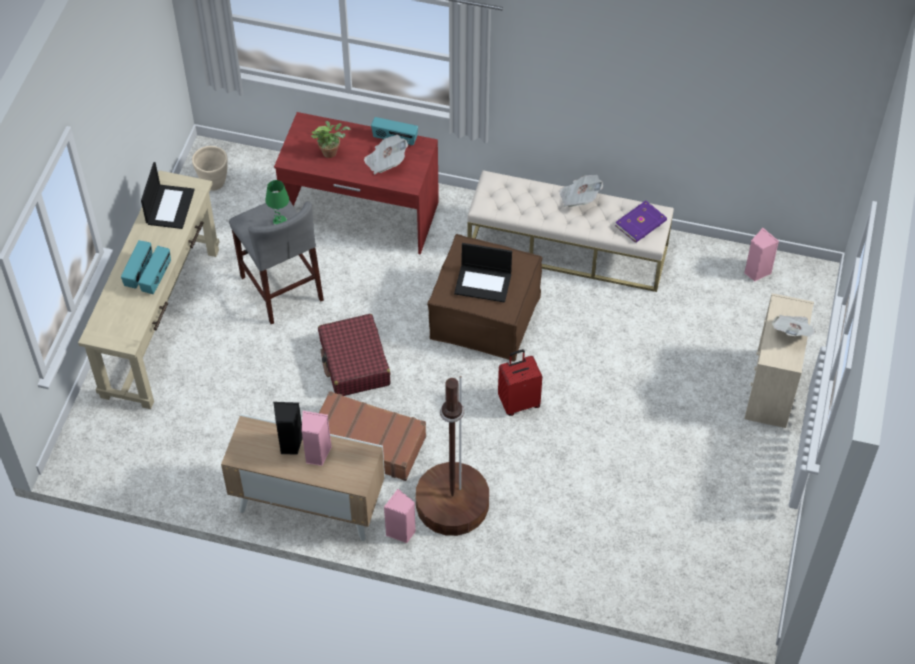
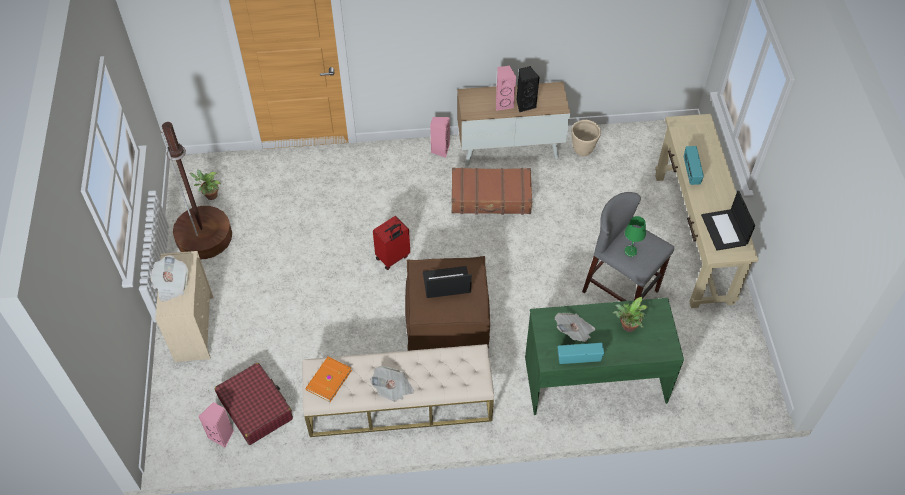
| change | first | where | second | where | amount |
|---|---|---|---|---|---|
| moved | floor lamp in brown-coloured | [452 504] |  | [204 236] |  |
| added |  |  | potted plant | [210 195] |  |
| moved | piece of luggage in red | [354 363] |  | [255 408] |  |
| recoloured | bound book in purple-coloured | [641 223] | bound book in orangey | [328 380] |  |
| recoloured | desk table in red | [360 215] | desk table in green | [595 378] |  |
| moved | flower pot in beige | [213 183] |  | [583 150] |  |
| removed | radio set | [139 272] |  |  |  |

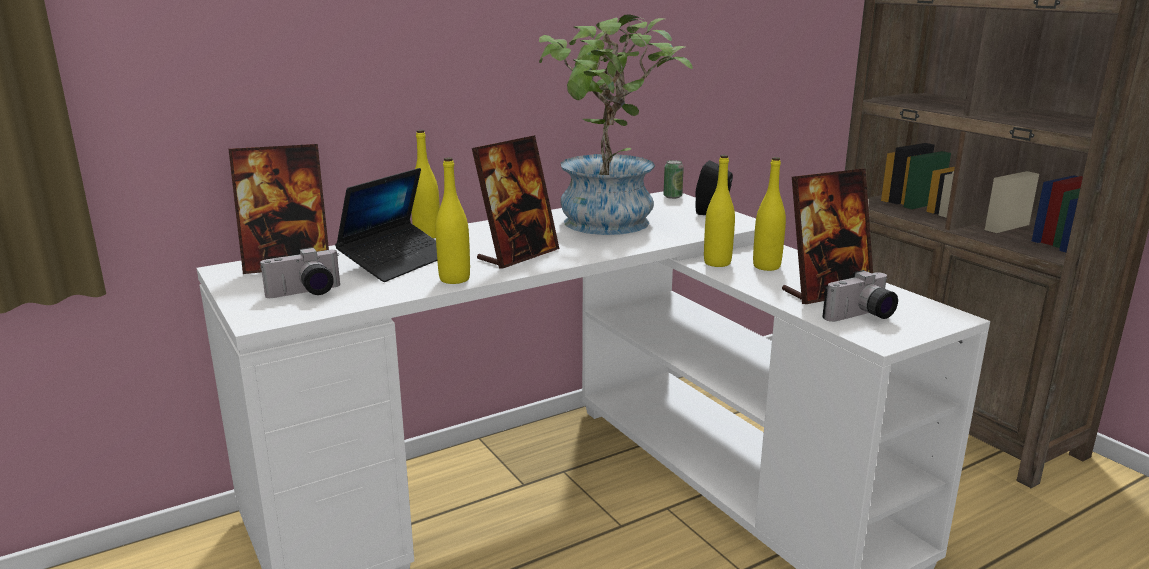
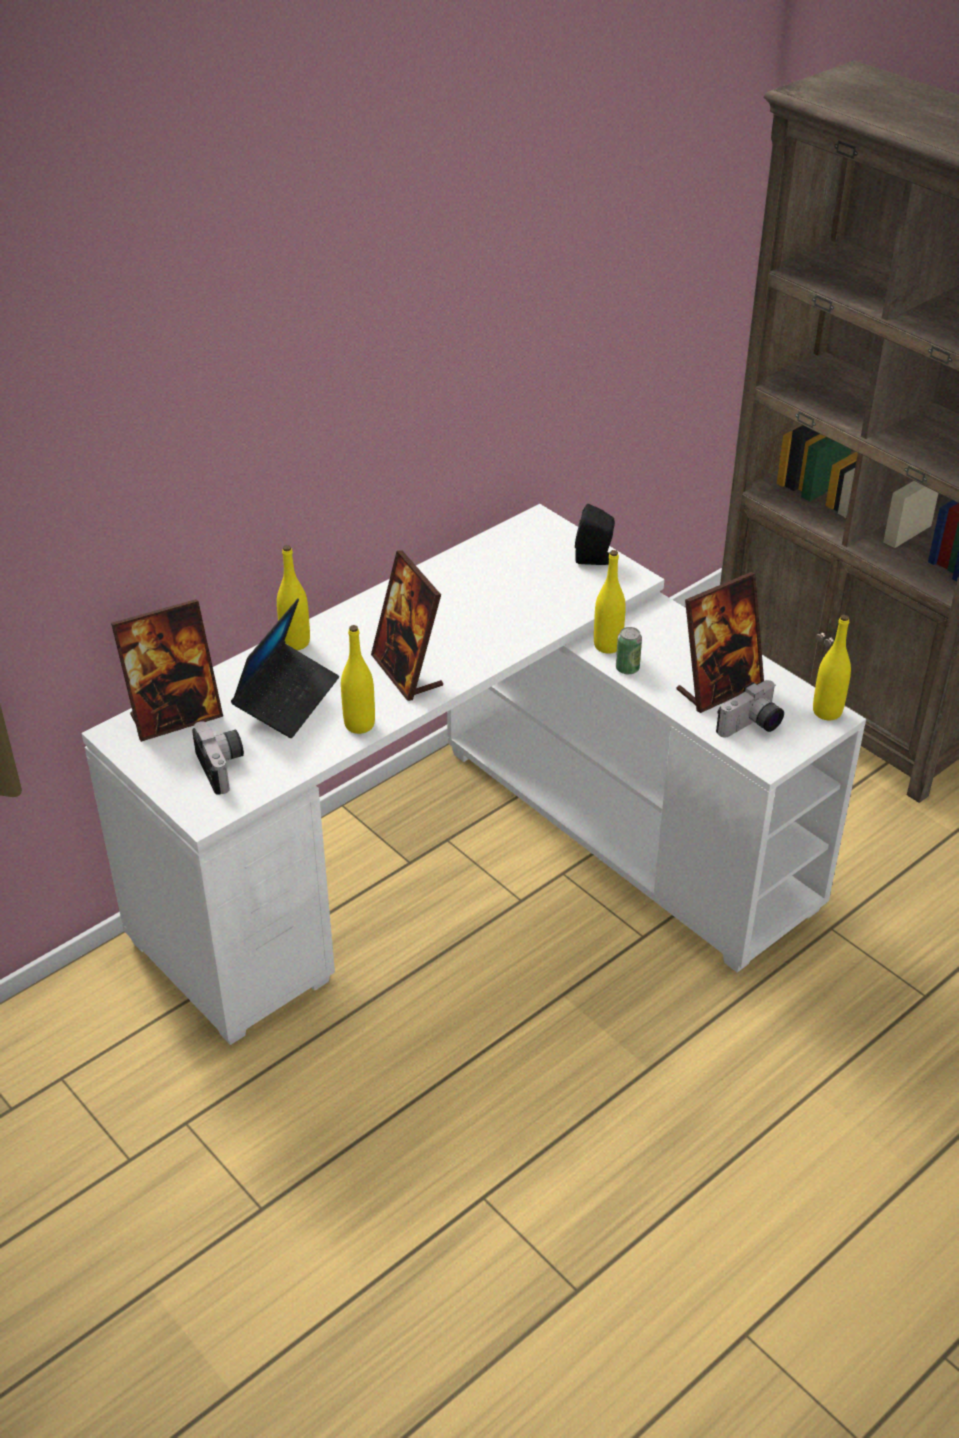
| change | first | where | second | where | amount |
|---|---|---|---|---|---|
| turned | photo camera | [306 293] |  | [224 767] | 75 degrees counterclockwise |
| turned | standing frame | [518 255] |  | [407 672] | 120 degrees clockwise |
| moved | metal can | [672 196] |  | [627 668] |  |
| moved | beverage bottle in yellow | [766 266] |  | [827 712] |  |
| removed | potted plant | [608 226] |  |  |  |

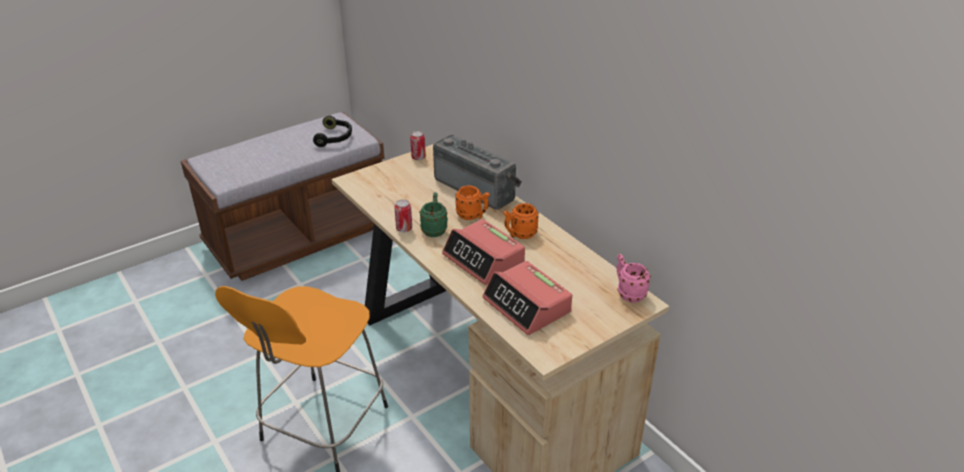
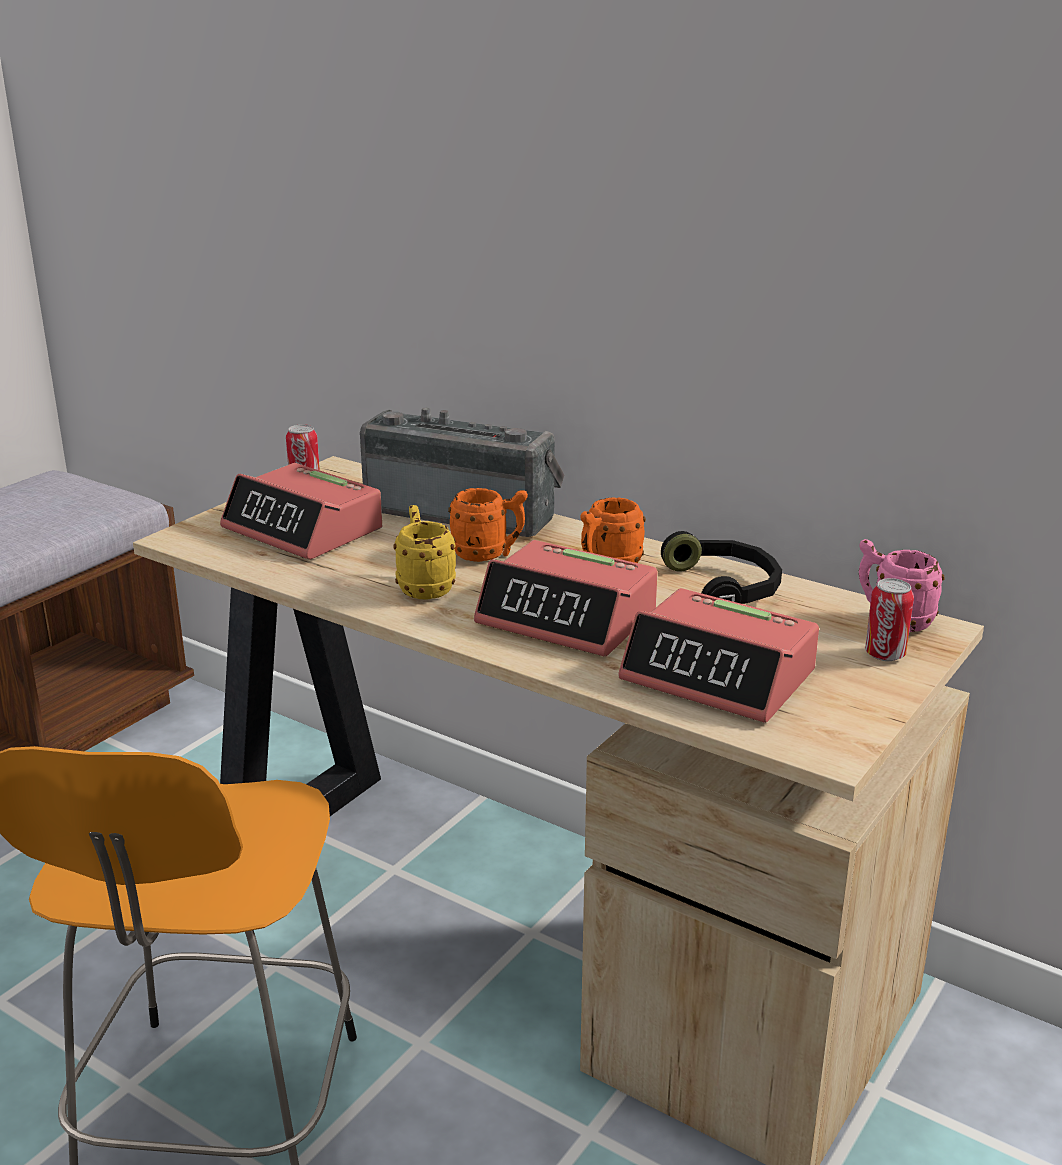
| change | first | where | second | where | amount |
|---|---|---|---|---|---|
| added |  |  | bedside clock | [303 529] |  |
| recoloured | tea mug in green | [434 229] | tea mug in yellow | [424 586] |  |
| moved | headphones in black-coloured | [335 137] |  | [726 589] |  |
| moved | metal can | [404 229] |  | [885 654] |  |

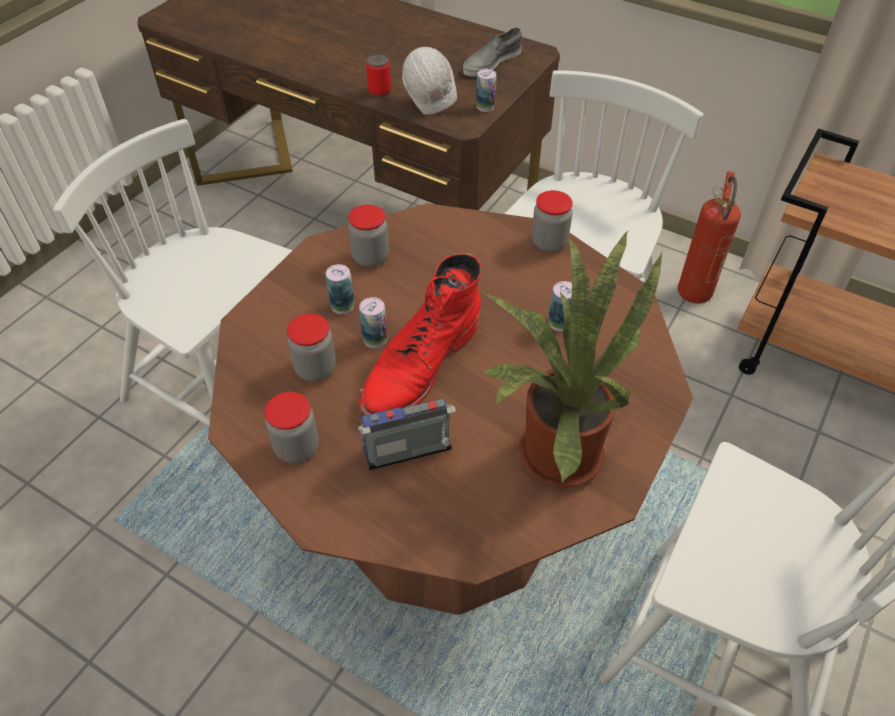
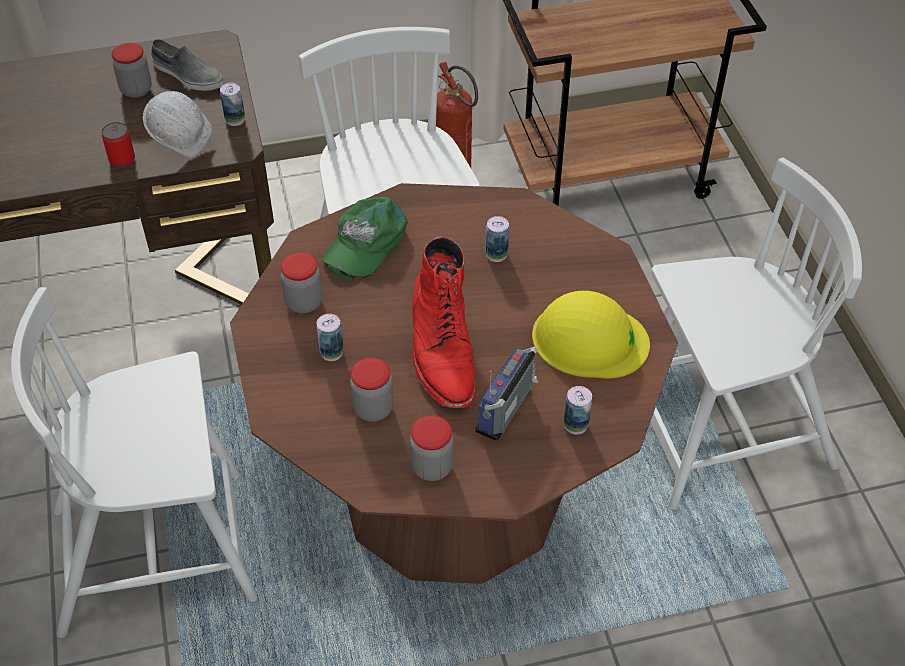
| change | first | where | second | where | amount |
|---|---|---|---|---|---|
| moved | jar | [549 243] |  | [136 90] |  |
| turned | item of footwear in gray | [491 62] |  | [188 75] | 60 degrees counterclockwise |
| added |  |  | cap in green | [365 242] |  |
| replaced | potted plant | [552 450] | hard hat in yellow | [589 339] |  |
| moved | metal can | [375 339] |  | [575 425] |  |

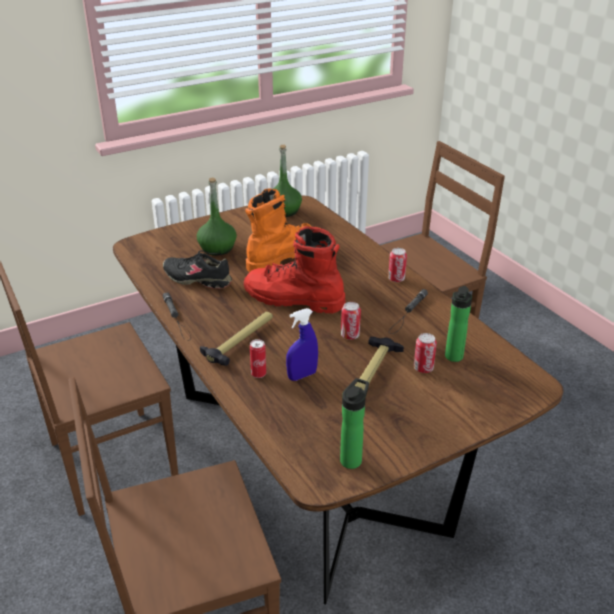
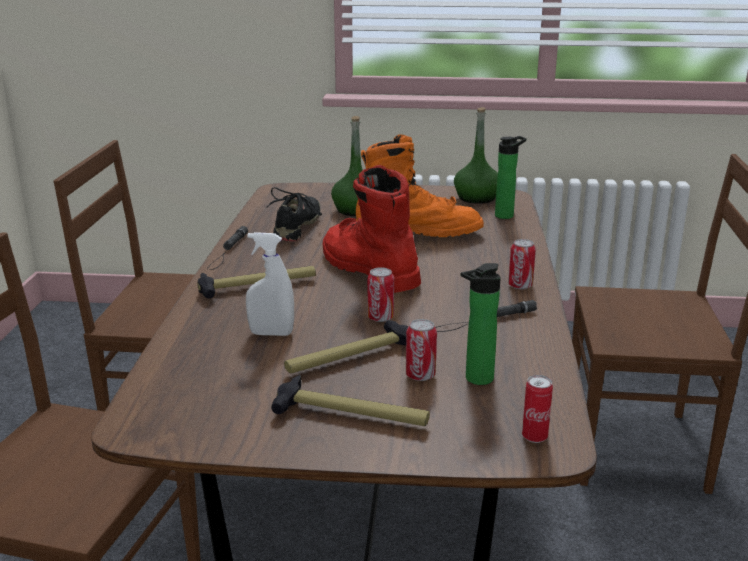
| change | first | where | second | where | amount |
|---|---|---|---|---|---|
| recoloured | hand sprayer in bluish | [302 375] | hand sprayer in white | [271 333] |  |
| turned | item of footwear in black-coloured | [198 279] |  | [297 228] | 45 degrees clockwise |
| added |  |  | tool hammer | [352 414] |  |
| moved | beverage bottle | [352 459] |  | [506 215] |  |
| moved | metal can | [258 374] |  | [534 437] |  |

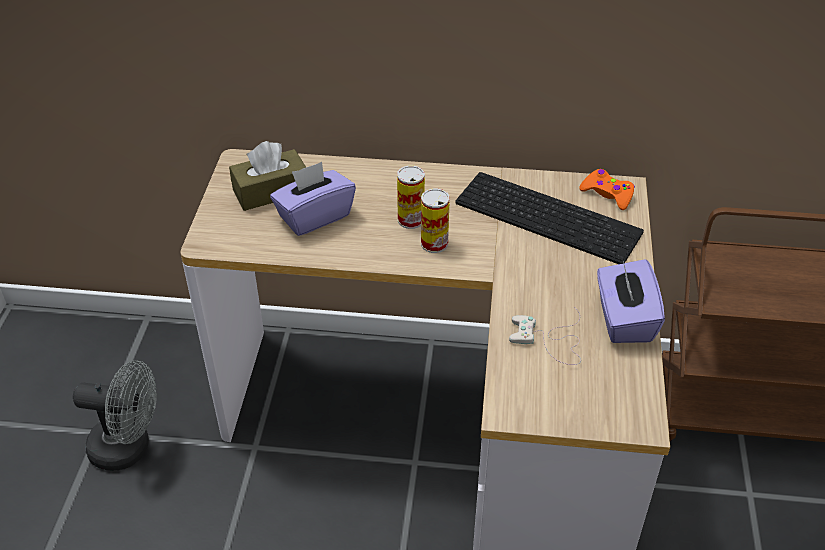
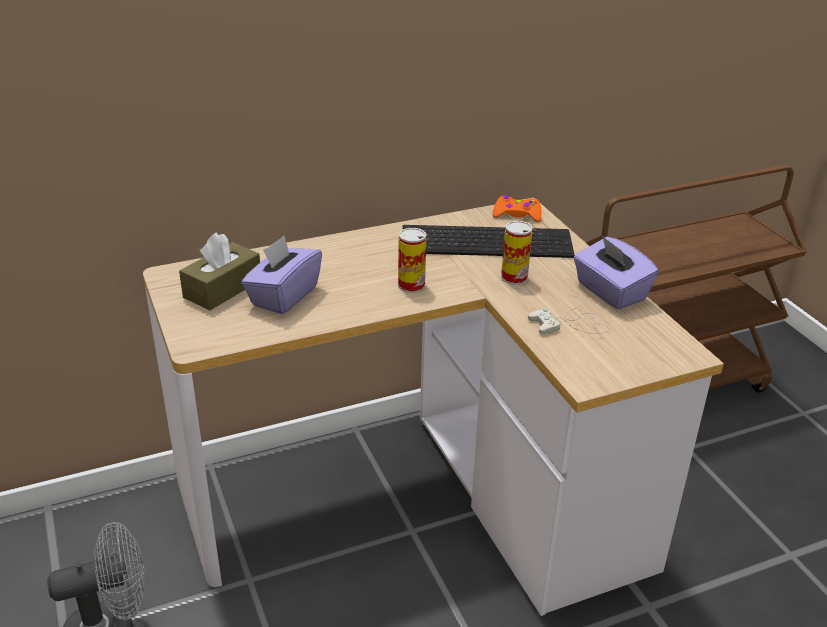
| change | first | where | second | where | amount |
|---|---|---|---|---|---|
| moved | metal can | [411 220] |  | [514 277] |  |

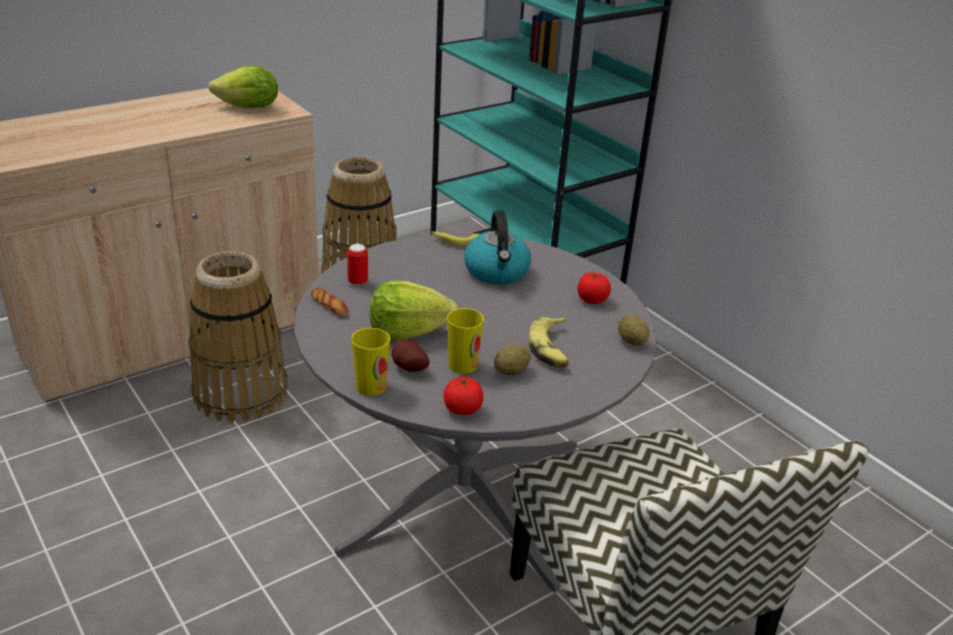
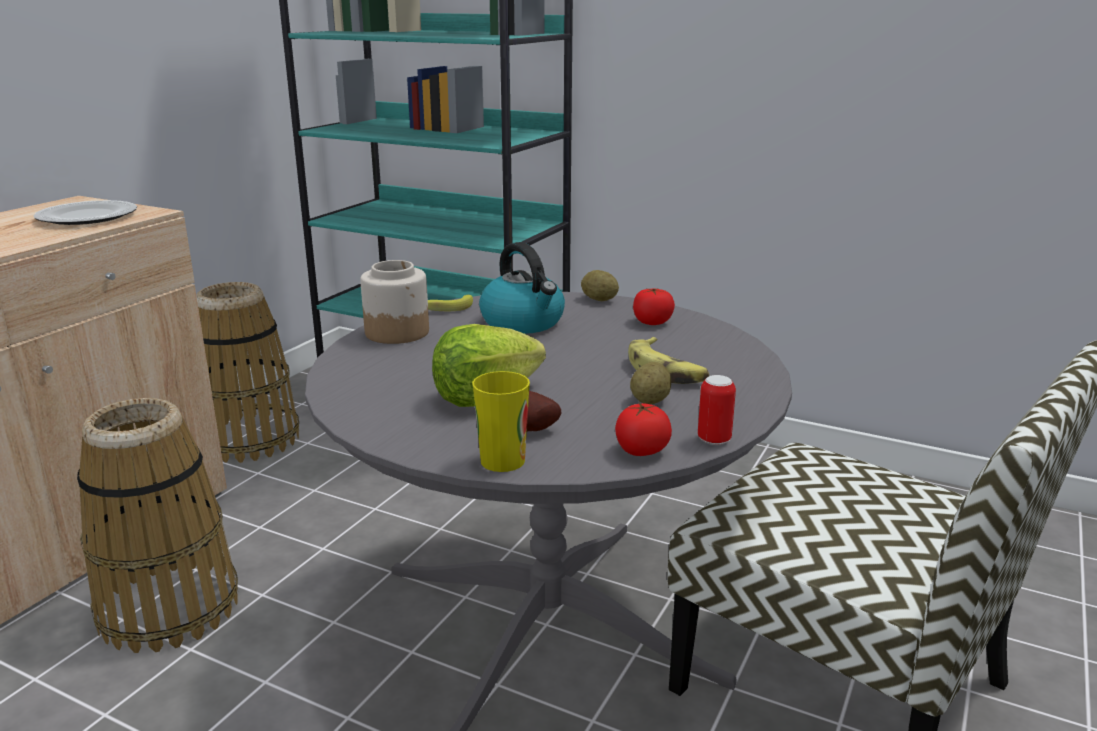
| change | first | where | second | where | amount |
|---|---|---|---|---|---|
| replaced | lettuce | [249 108] | dinner plate | [88 217] |  |
| added |  |  | jar | [397 332] |  |
| moved | potato | [631 341] |  | [599 299] |  |
| moved | metal can | [357 282] |  | [714 439] |  |
| removed | bread | [329 305] |  |  |  |
| removed | cup | [462 365] |  |  |  |

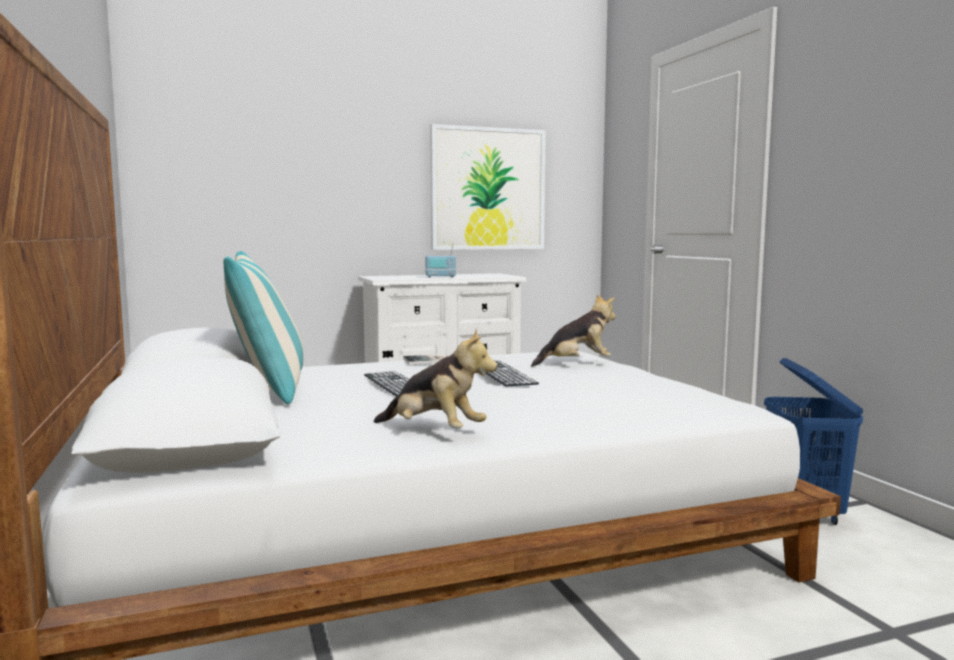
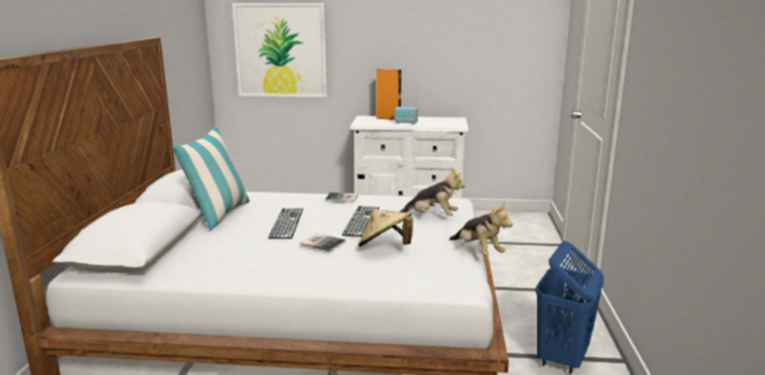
| change | first | where | second | where | amount |
|---|---|---|---|---|---|
| moved | wall art | [488 189] |  | [281 50] |  |
| added |  |  | bound book | [323 242] |  |
| added |  |  | wearable hat in beige | [385 247] |  |
| added |  |  | loudspeaker in orangey | [388 118] |  |
| moved | cuddly toy | [434 431] |  | [478 252] |  |

